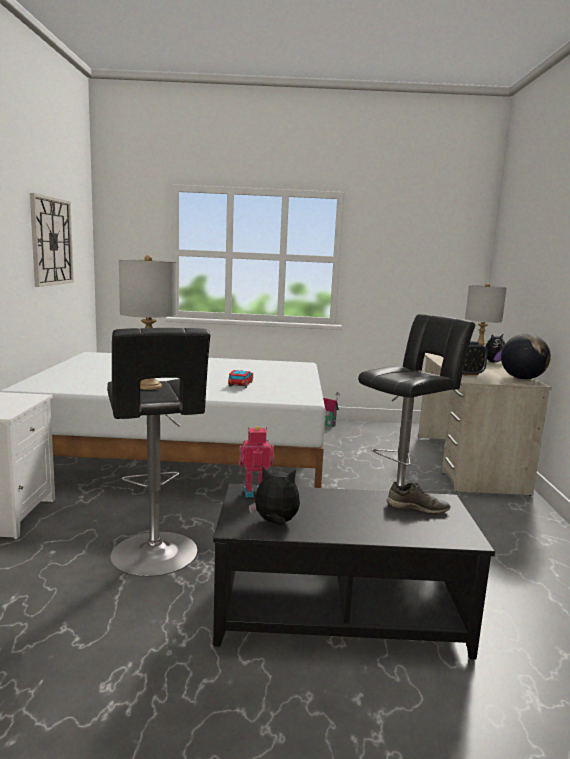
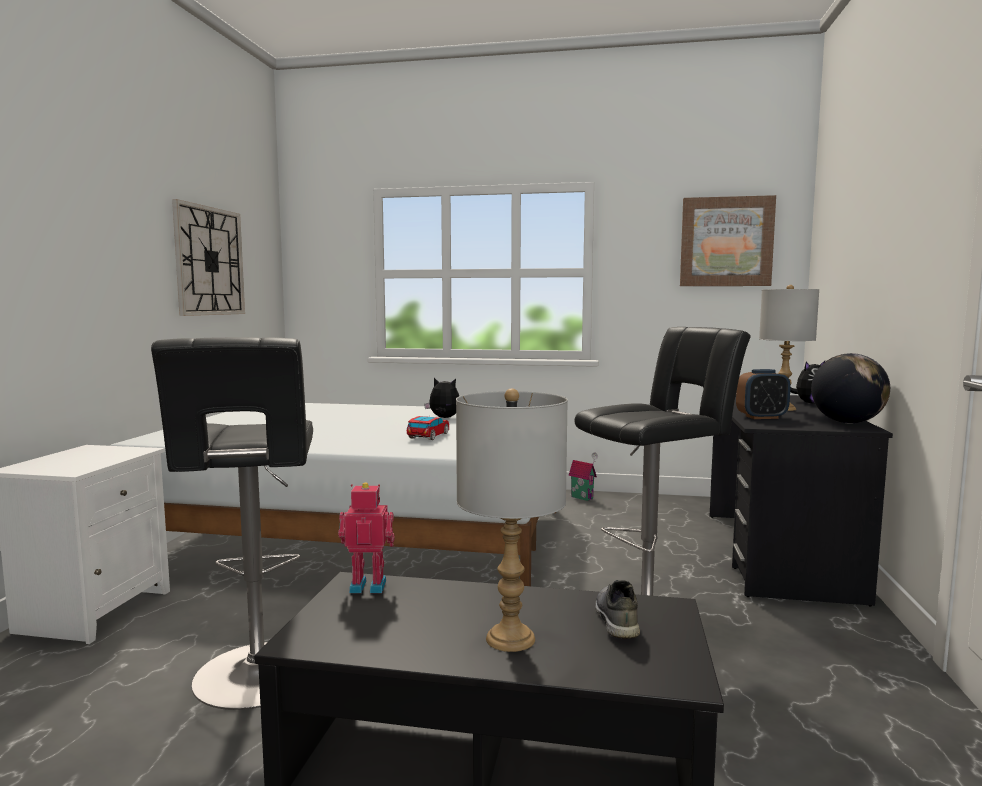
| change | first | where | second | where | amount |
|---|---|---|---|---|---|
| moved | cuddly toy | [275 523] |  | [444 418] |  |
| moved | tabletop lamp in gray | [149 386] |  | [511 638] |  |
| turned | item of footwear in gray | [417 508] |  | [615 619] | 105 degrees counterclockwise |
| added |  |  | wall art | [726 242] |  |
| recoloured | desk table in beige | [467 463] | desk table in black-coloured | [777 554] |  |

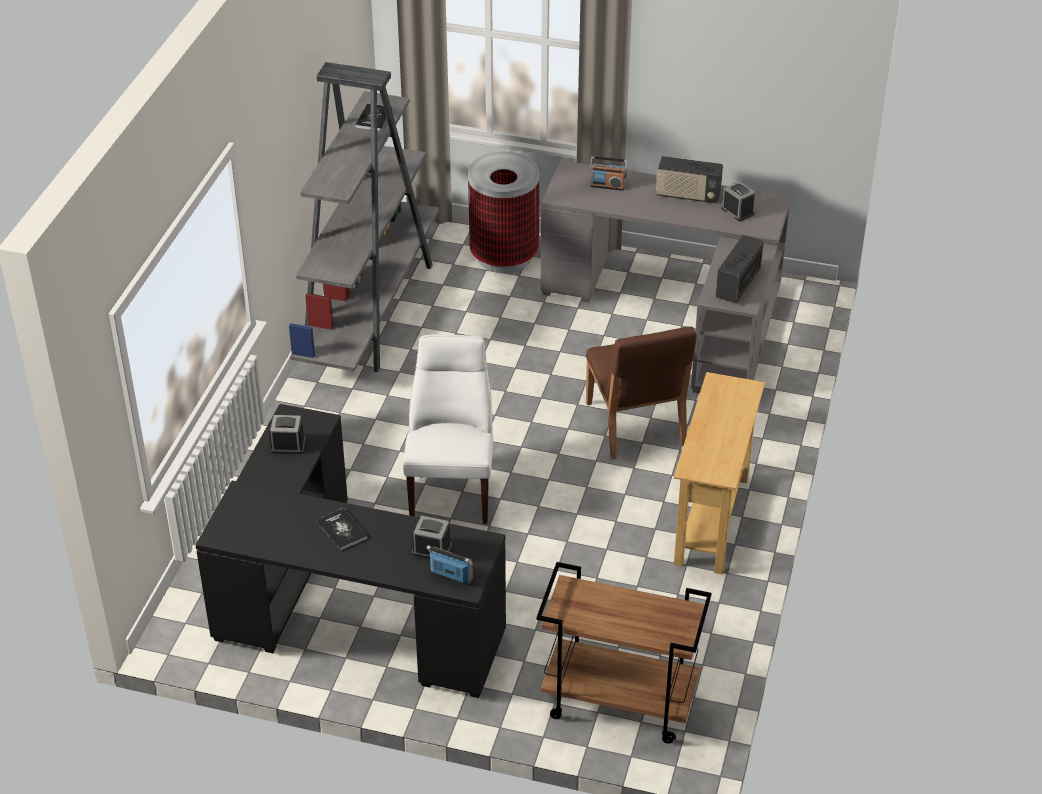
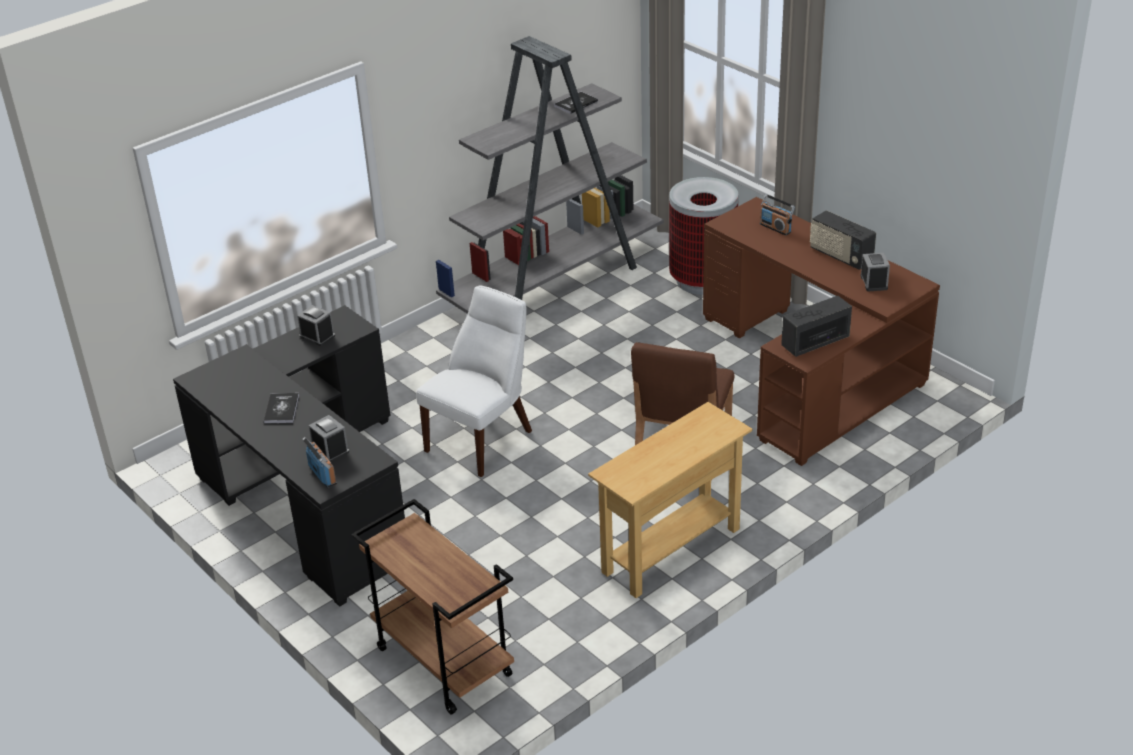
| change | first | where | second | where | amount |
|---|---|---|---|---|---|
| recoloured | desk table in gray | [678 311] | desk table in brown-coloured | [813 371] |  |

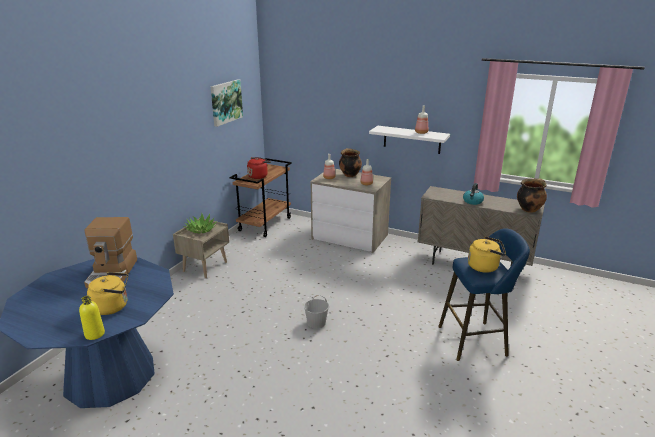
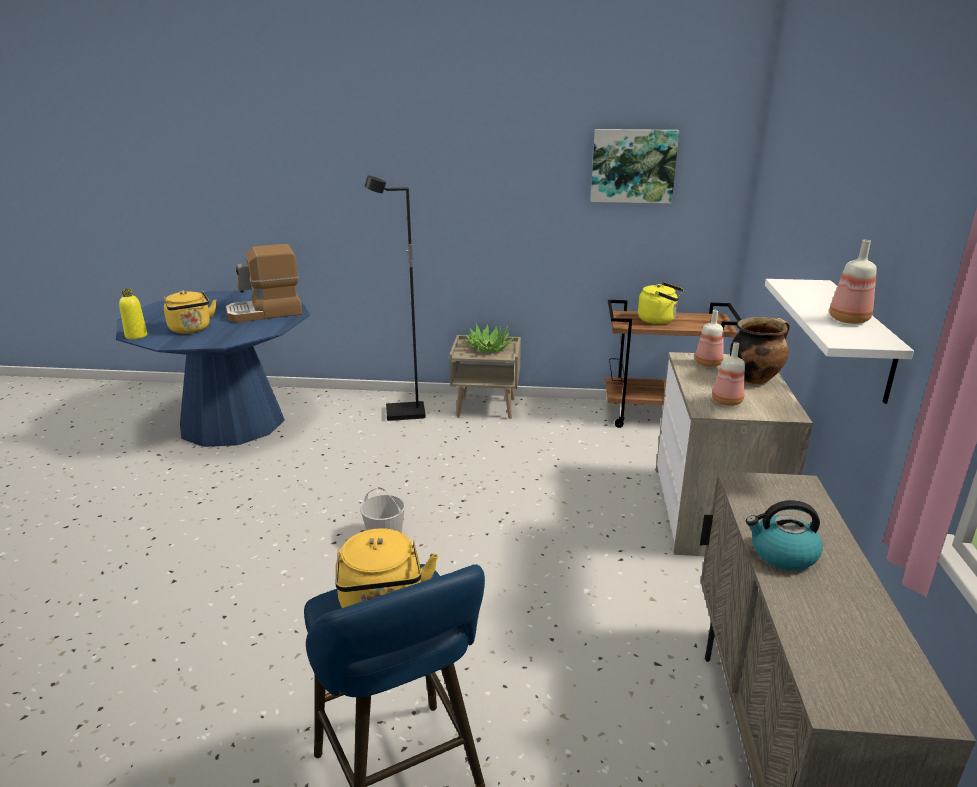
| change | first | where | second | where | amount |
|---|---|---|---|---|---|
| added |  |  | floor lamp in black-coloured | [405 414] |  |
| recoloured | tea kettle in red | [258 176] | tea kettle in yellow | [659 320] |  |
| removed | stockpot | [529 209] |  |  |  |

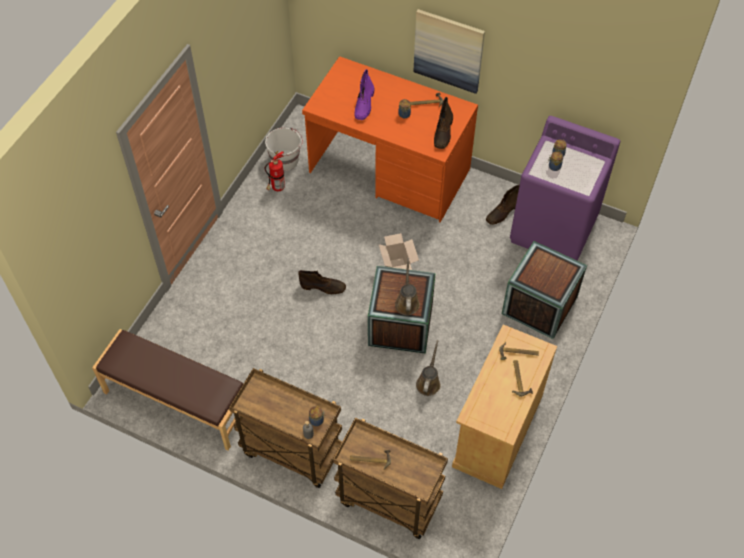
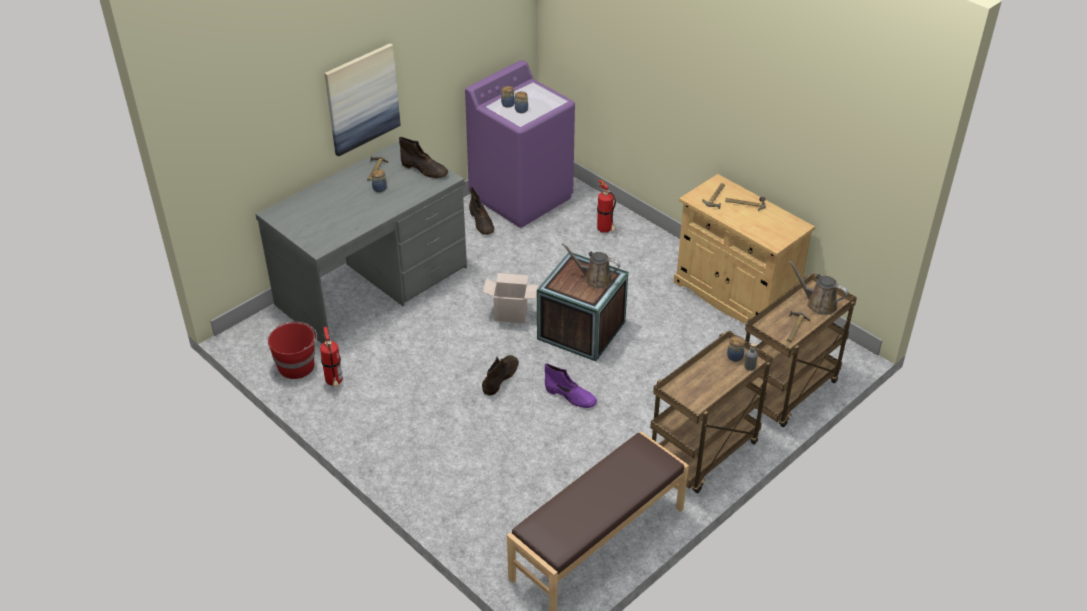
| change | first | where | second | where | amount |
|---|---|---|---|---|---|
| recoloured | desk table in orangey | [389 171] | desk table in gray | [373 286] |  |
| recoloured | water bucket in white | [285 160] | water bucket in red | [297 366] |  |
| moved | boot in purple-coloured | [364 105] |  | [571 396] |  |
| replaced | shipping crate | [539 305] | fire-fighting cylinder | [605 231] |  |
| moved | watering pot in brown-coloured | [428 382] |  | [818 304] |  |

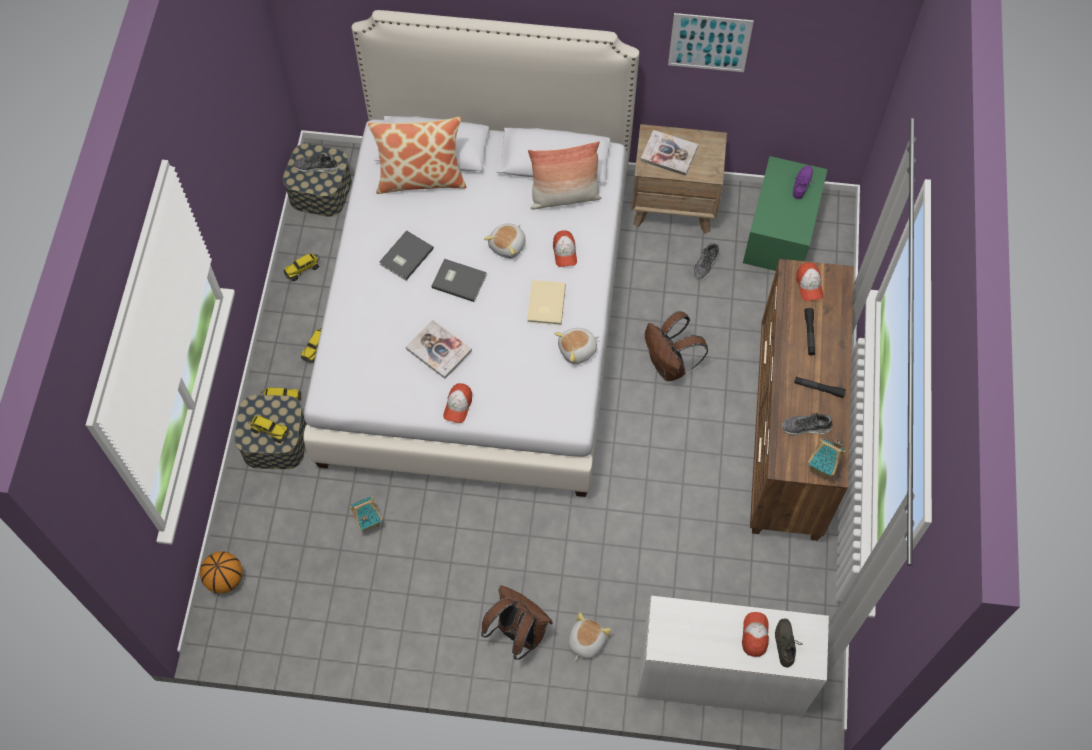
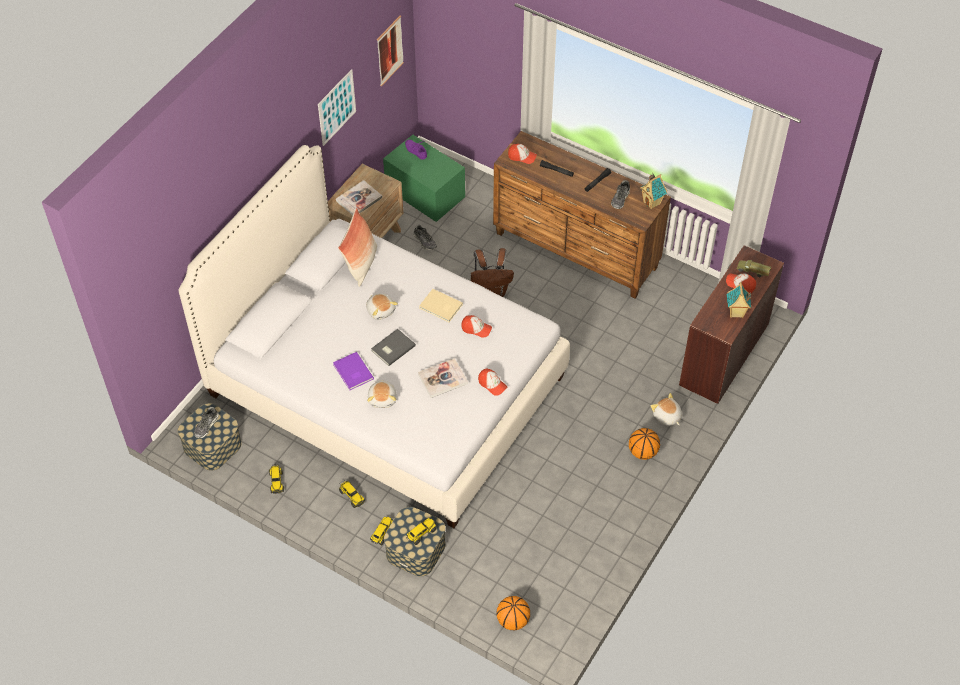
| change | first | where | second | where | amount |
|---|---|---|---|---|---|
| recoloured | bound book in gray | [405 256] | bound book in purple-coloured | [352 372] |  |
| moved | cuddly toy | [578 350] |  | [383 398] |  |
| added |  |  | wall art | [390 51] |  |
| moved | cap | [564 252] |  | [476 329] |  |
| replaced | backpack in brown-coloured | [518 633] | basketball ball | [642 452] |  |
| recoloured | desk table in white | [720 675] | desk table in brown-coloured | [723 354] |  |
| moved | toy house | [367 522] |  | [735 313] |  |
| replaced | item of footwear in gray | [786 644] | toy lorry | [752 272] |  |
| removed | cushion | [421 178] |  |  |  |

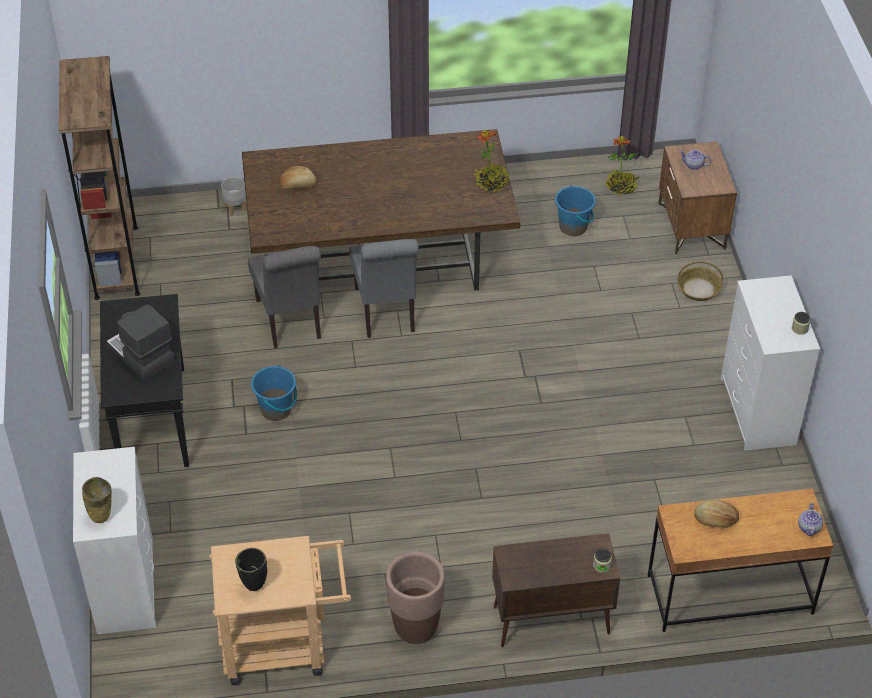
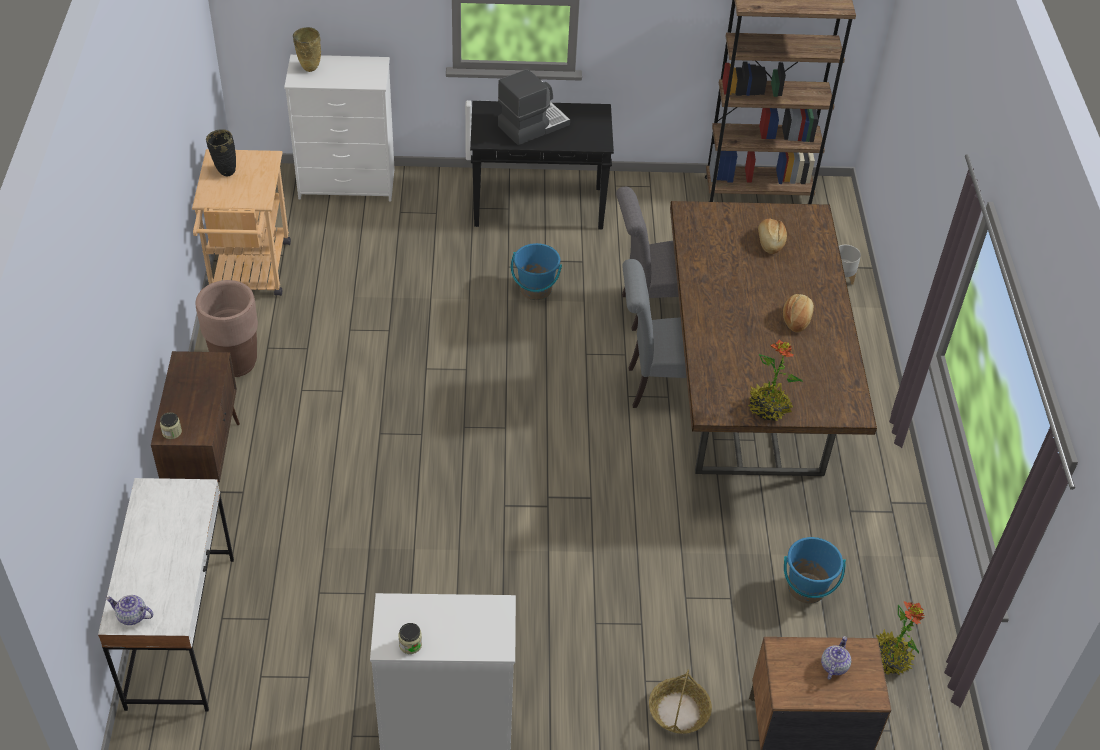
| change | first | where | second | where | amount |
|---|---|---|---|---|---|
| recoloured | desk table in brown-coloured | [729 594] | desk table in white | [181 631] |  |
| moved | bread | [715 519] |  | [797 319] |  |

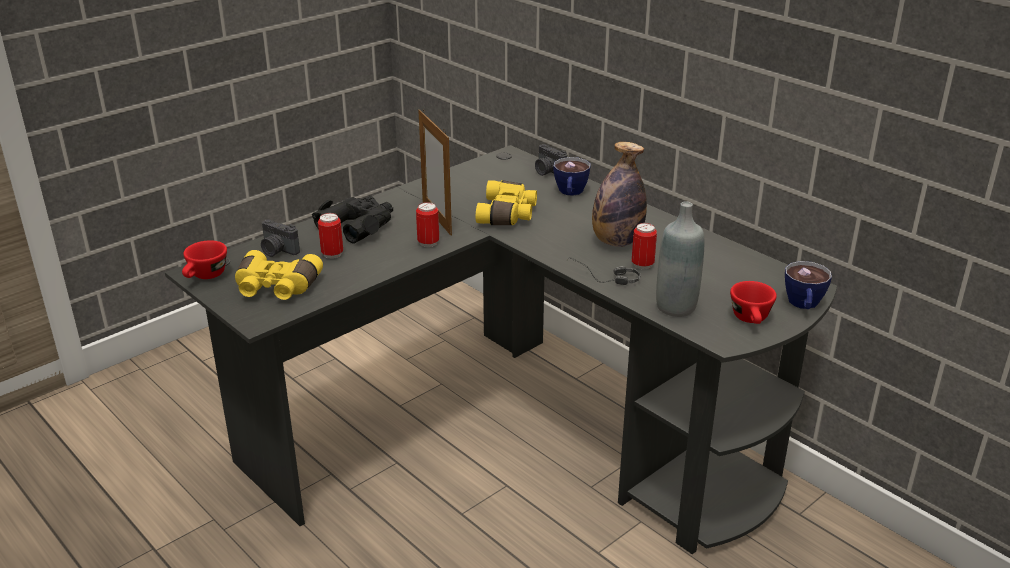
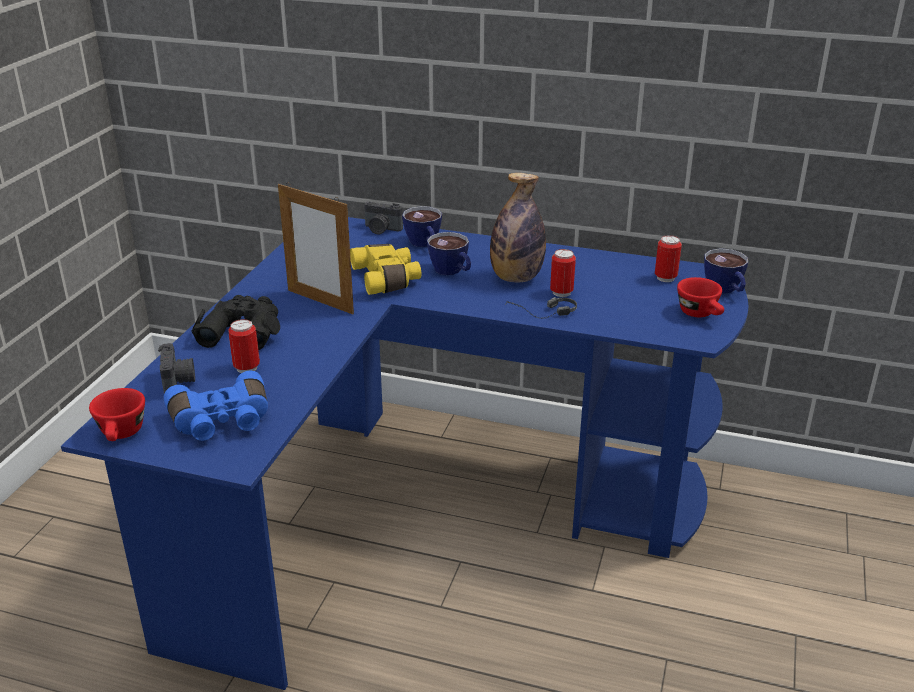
| change | first | where | second | where | amount |
|---|---|---|---|---|---|
| recoloured | desk table in black-coloured | [512 432] | desk table in bluish | [425 509] |  |
| turned | photo camera | [277 251] |  | [179 382] | 105 degrees counterclockwise |
| recoloured | binoculars in yellow | [276 288] | binoculars in bluish | [221 422] |  |
| added |  |  | cup | [452 271] |  |
| moved | metal can | [428 243] |  | [665 278] |  |
| removed | beverage bottle in gray | [676 307] |  |  |  |

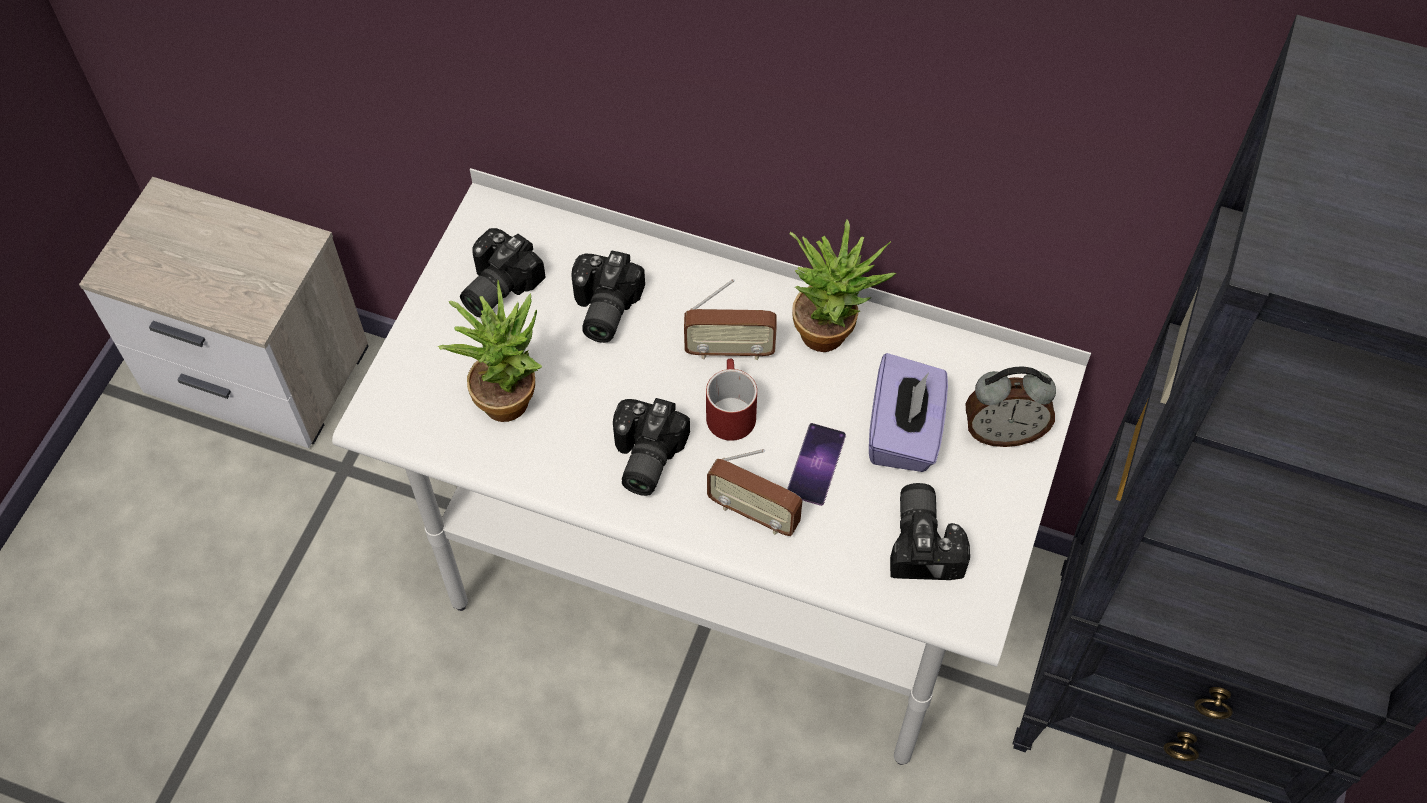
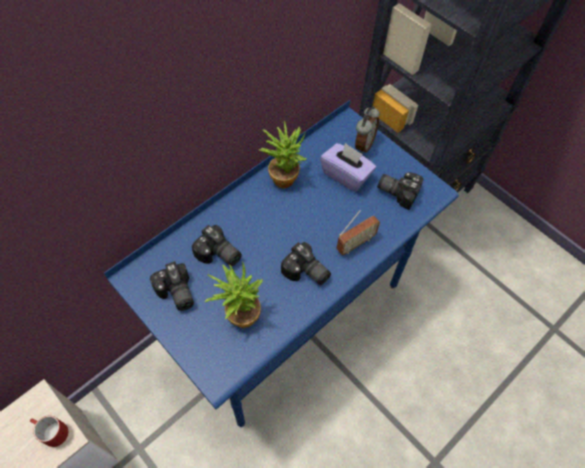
| change | first | where | second | where | amount |
|---|---|---|---|---|---|
| moved | tea mug in red | [728 410] |  | [51 432] |  |
| recoloured | desk table in white | [714 584] | desk table in bluish | [288 316] |  |
| removed | radio set | [729 350] |  |  |  |
| removed | telephone | [816 464] |  |  |  |

